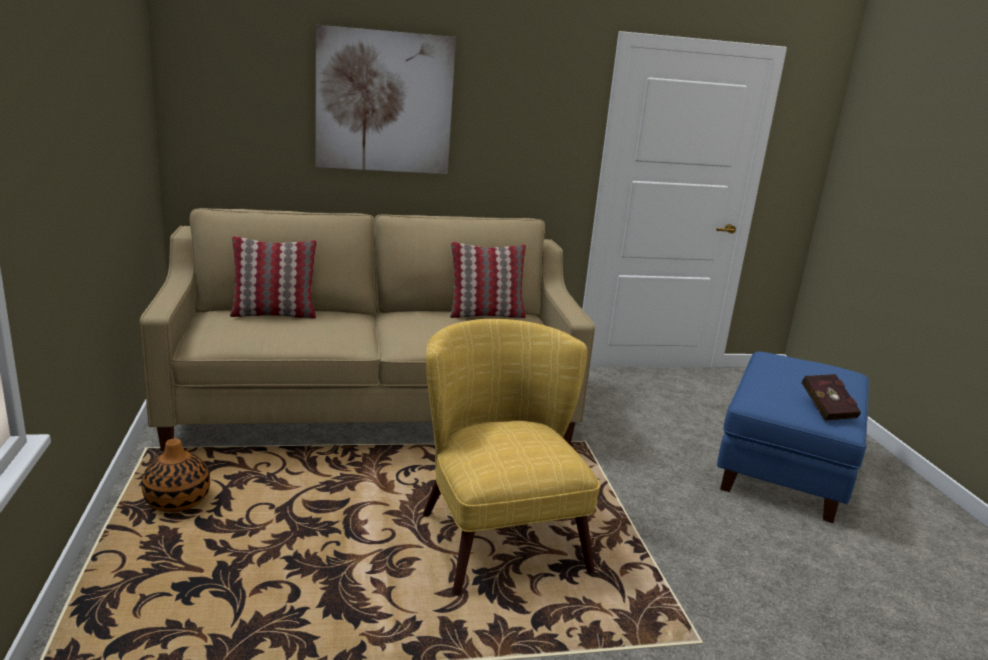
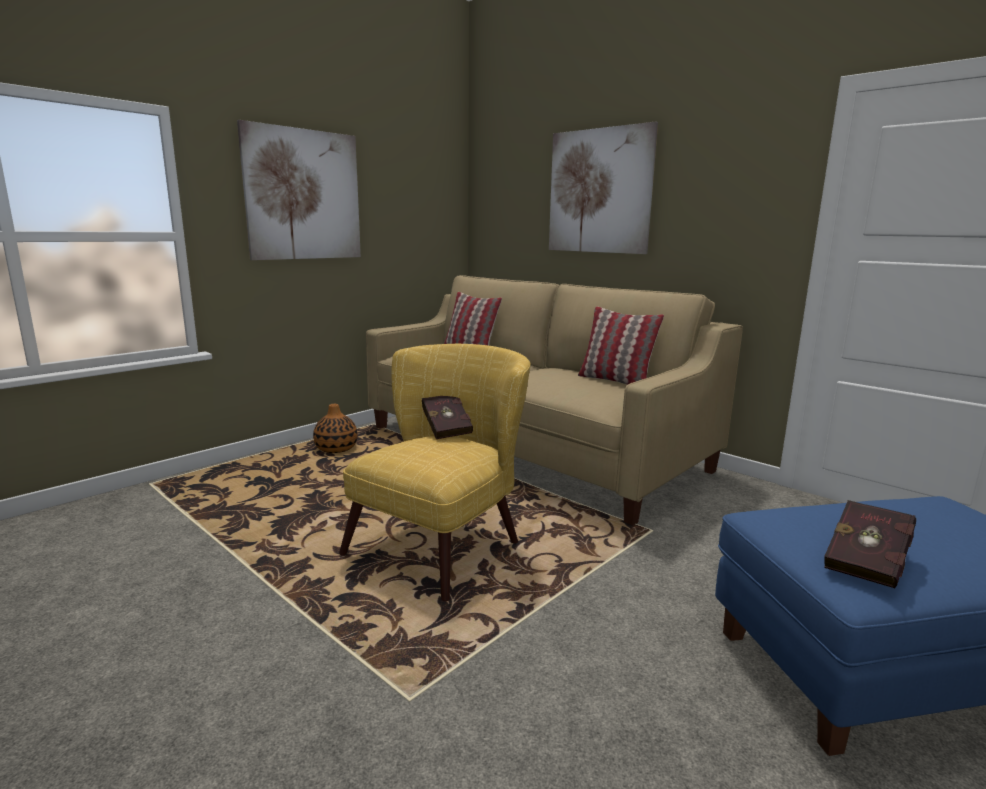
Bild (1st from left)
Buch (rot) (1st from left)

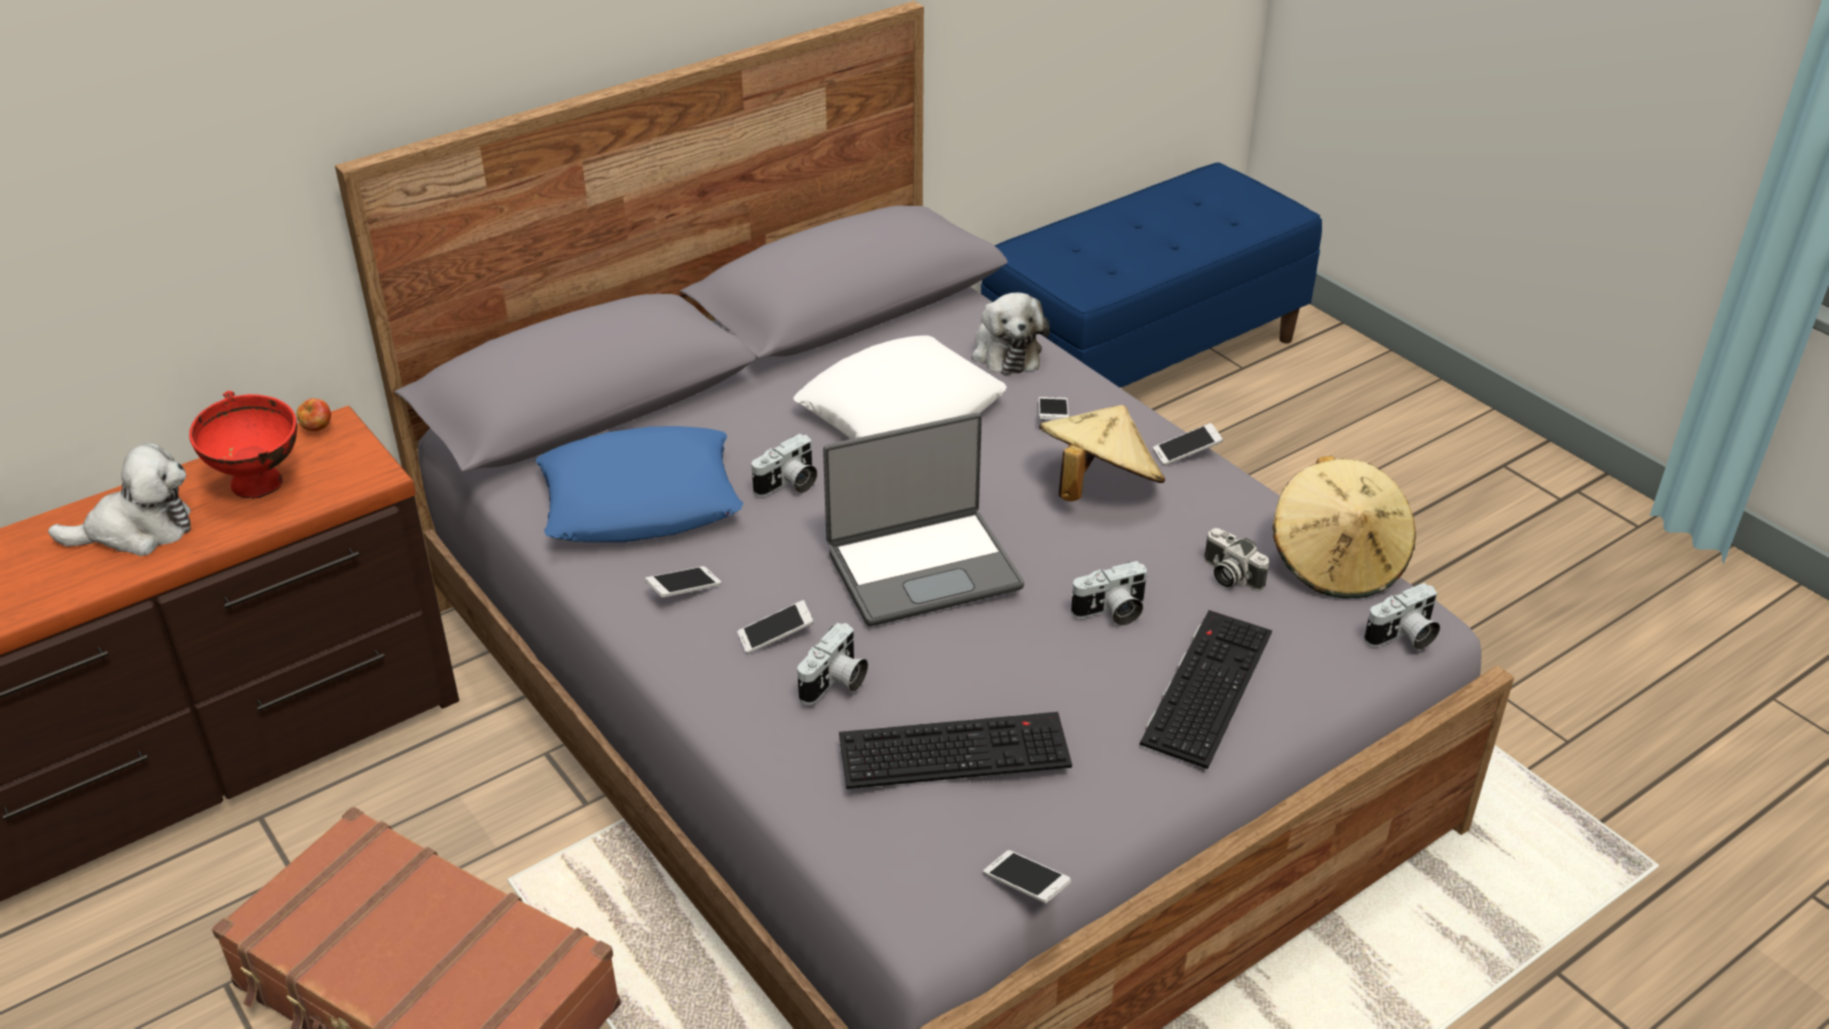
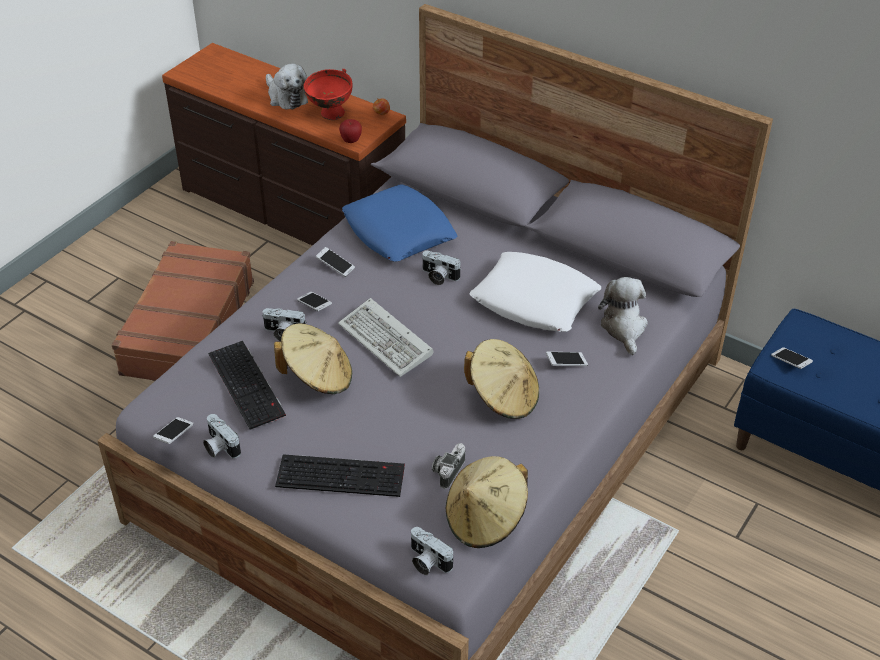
Hut (beige) (1st from left)
Apfel (1st from left)
Kamera (1st from left)
Handy (5th from left)
Tastatur (3rd from left)
Plüschtier (2nd from left)

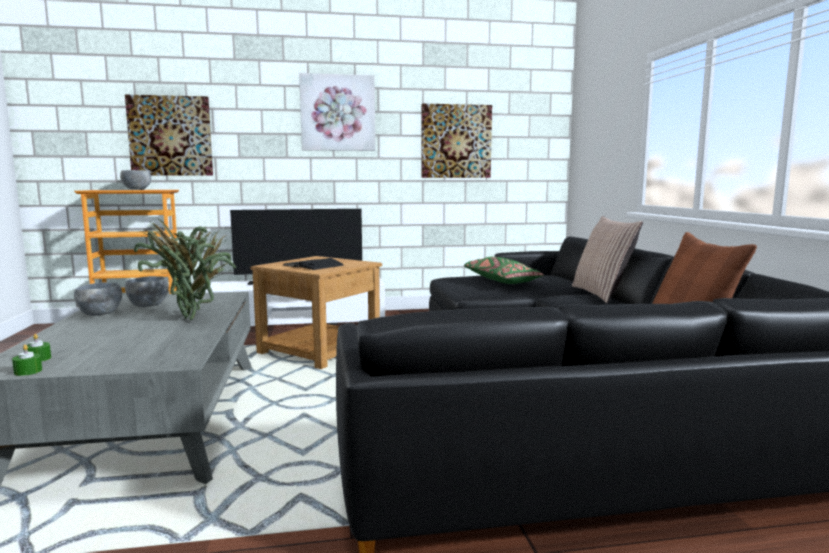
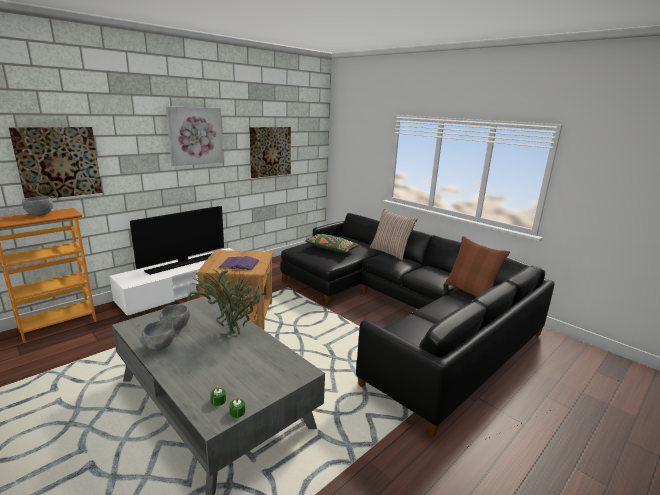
Buch (lila)

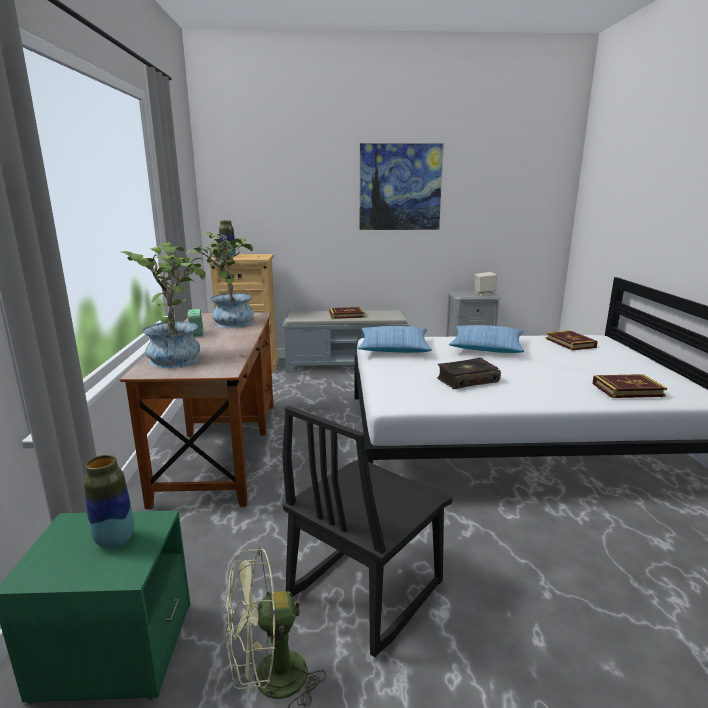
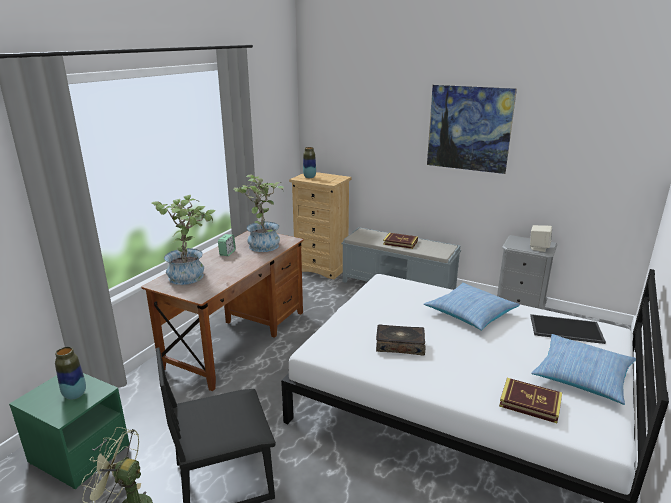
Kissen (2nd from left)
Tablett

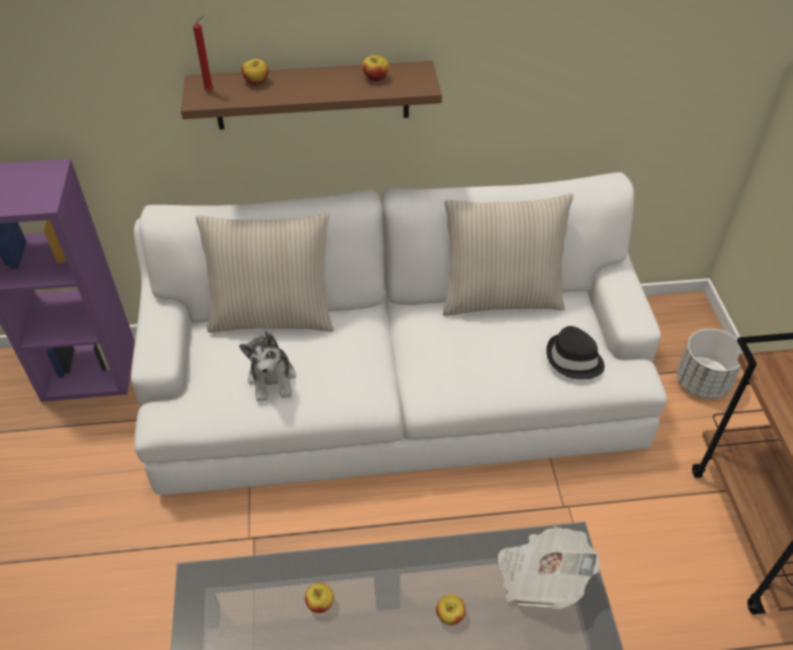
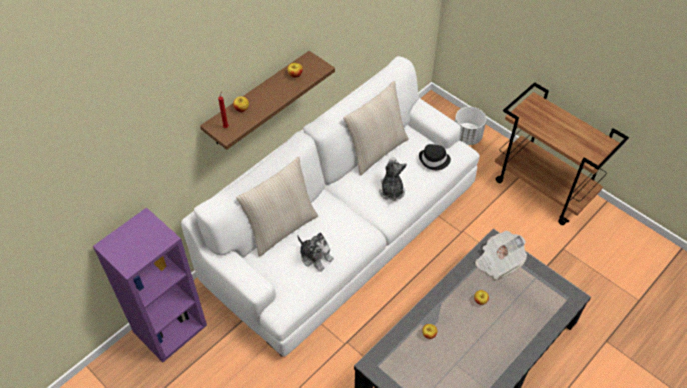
Plüschtier (2nd from left)

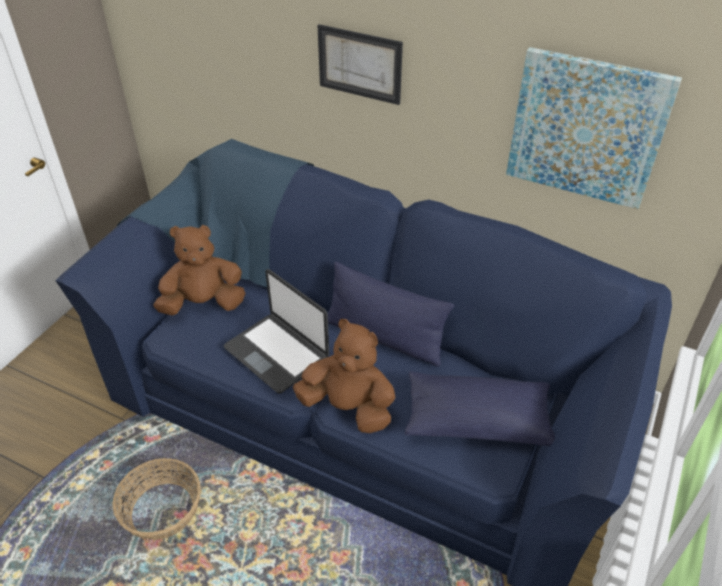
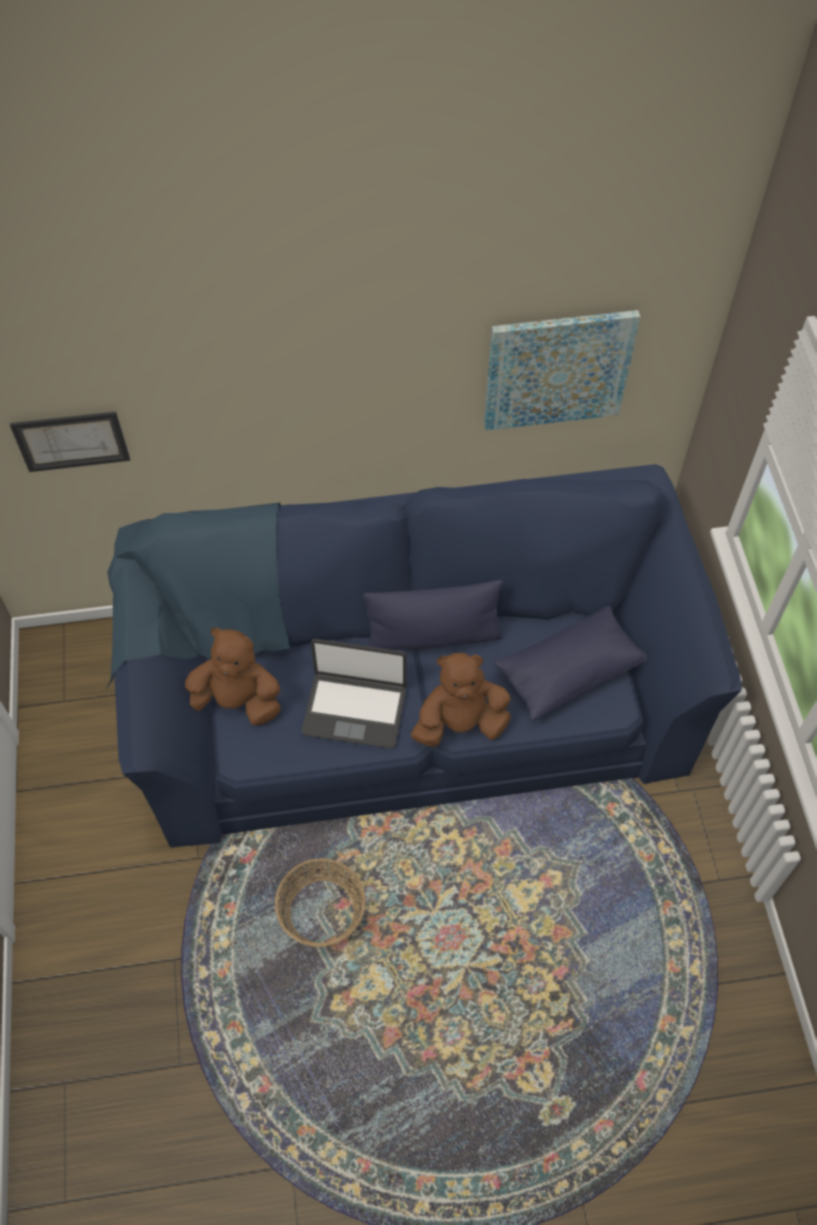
Bild (1st from left)
Plüschtier (braun) (1st from left)

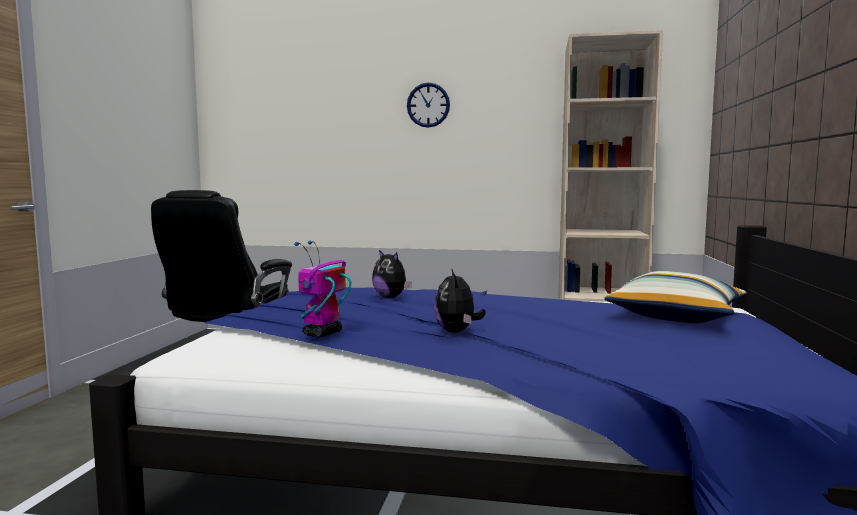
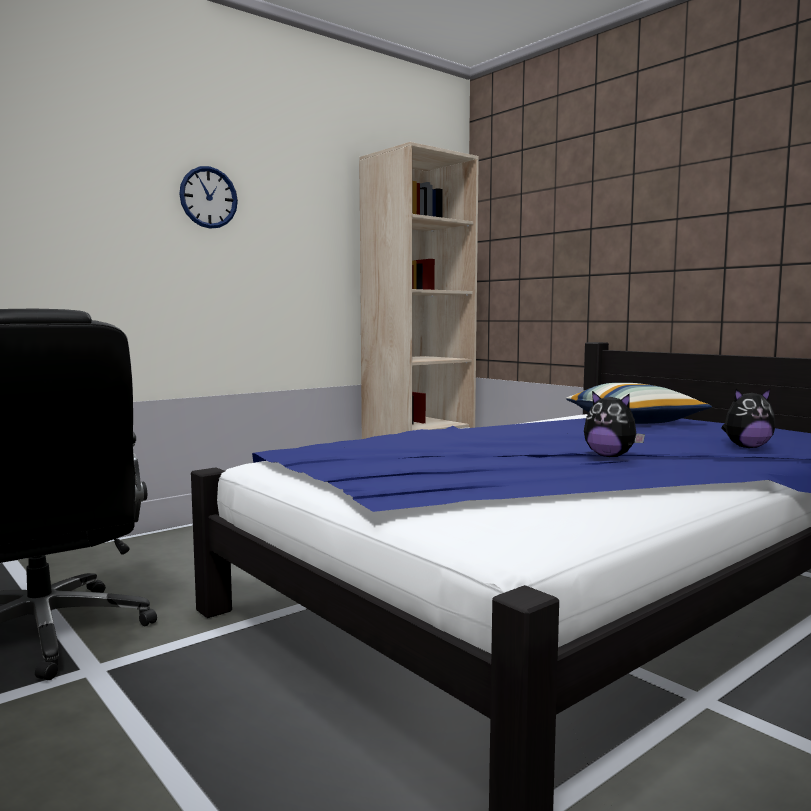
Spielzeugroboter
Plüschtier (2nd from left)

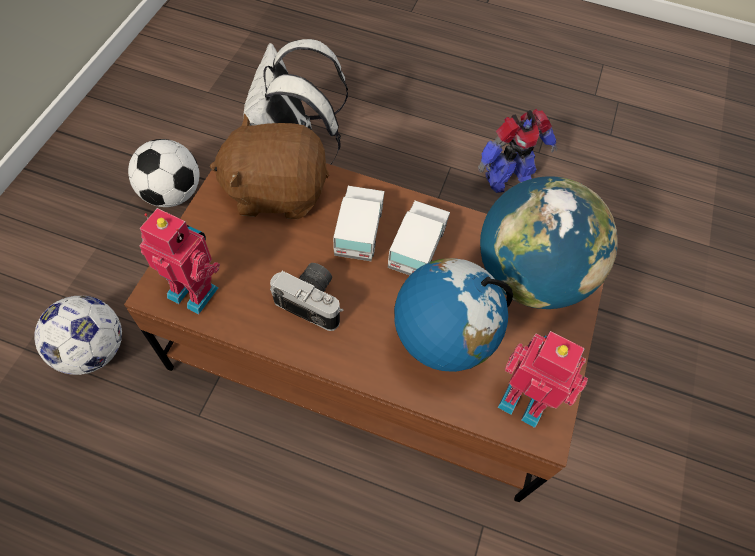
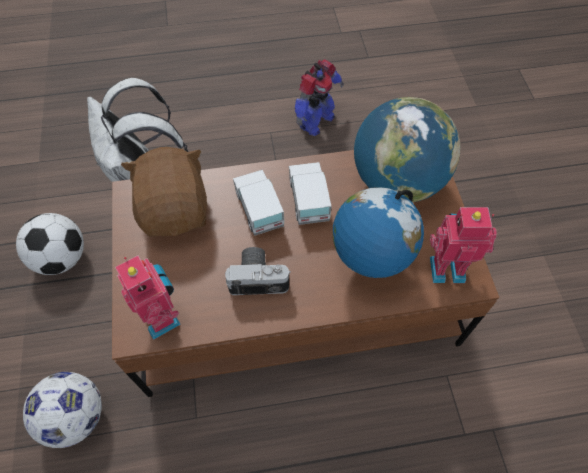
Spielzeugroboter (1st from left)
Plüschtier (braun)

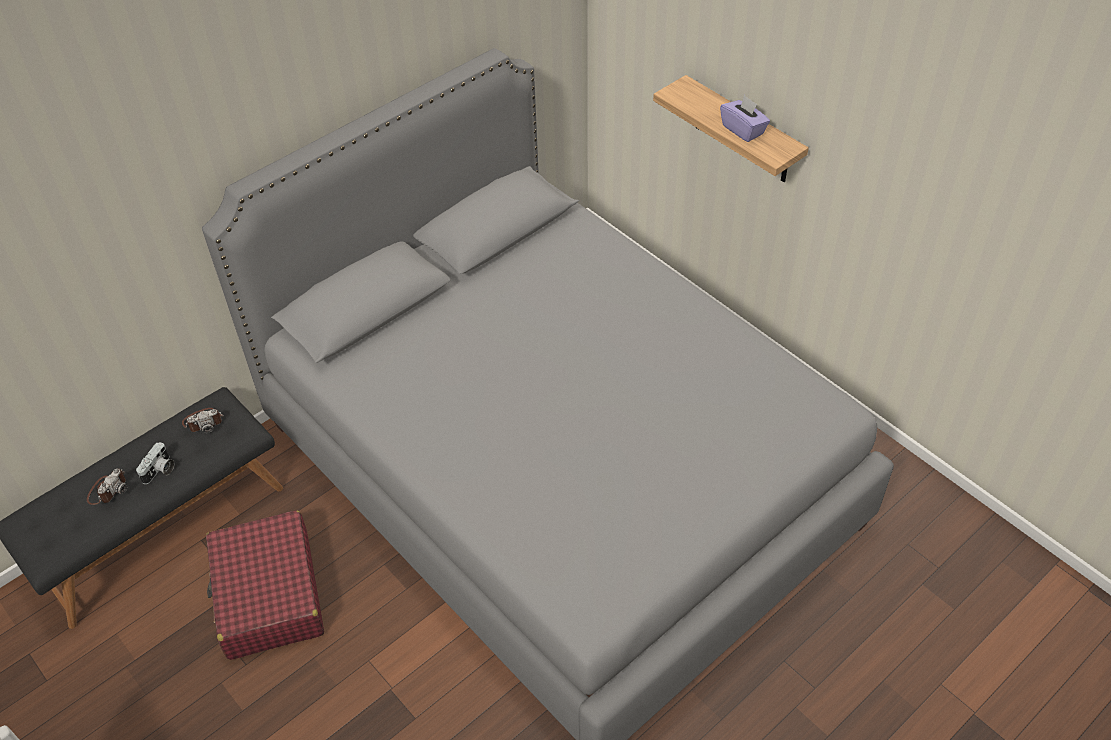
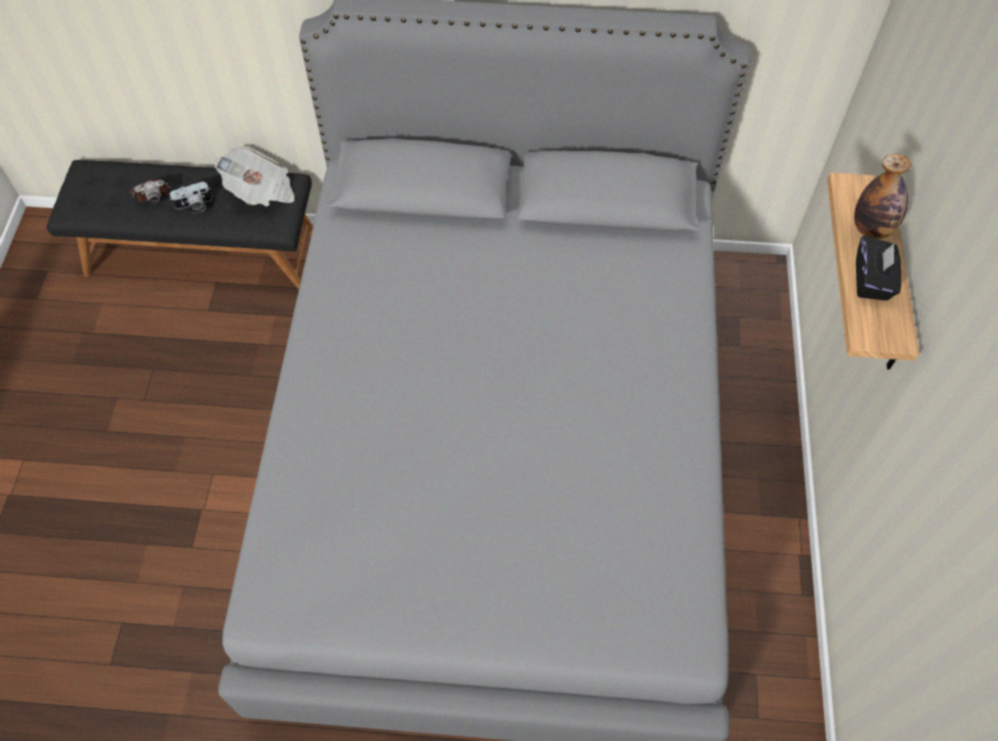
Koffer (rot)
Flasche
Zeitung
Taschentuchbox (schwarz)

